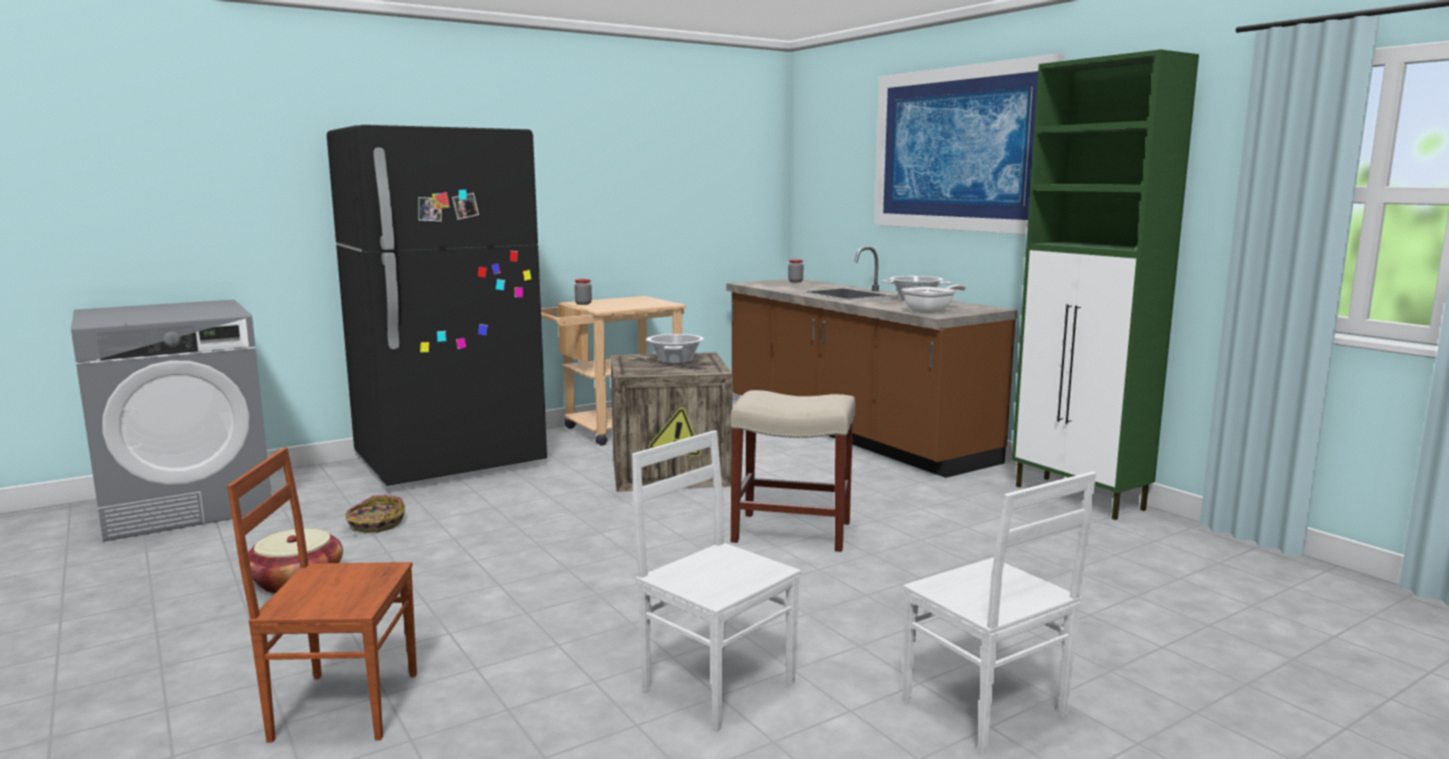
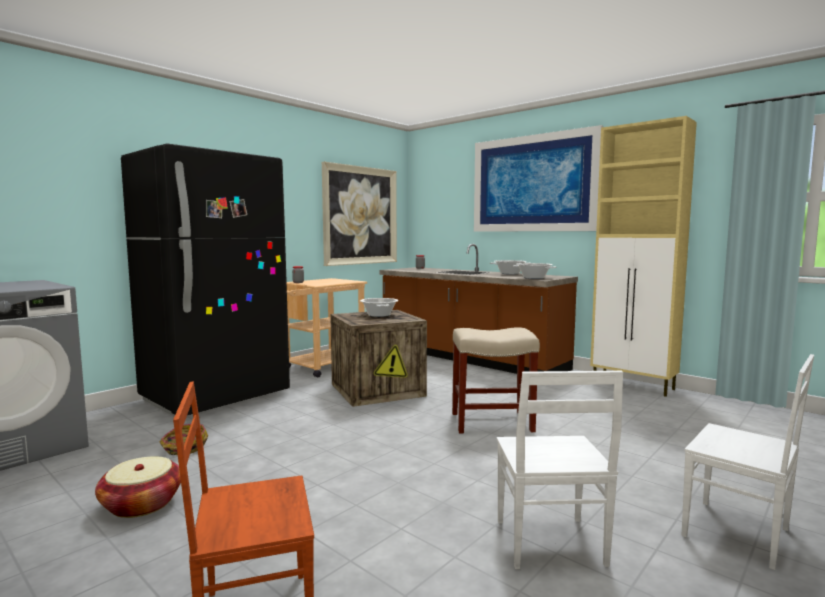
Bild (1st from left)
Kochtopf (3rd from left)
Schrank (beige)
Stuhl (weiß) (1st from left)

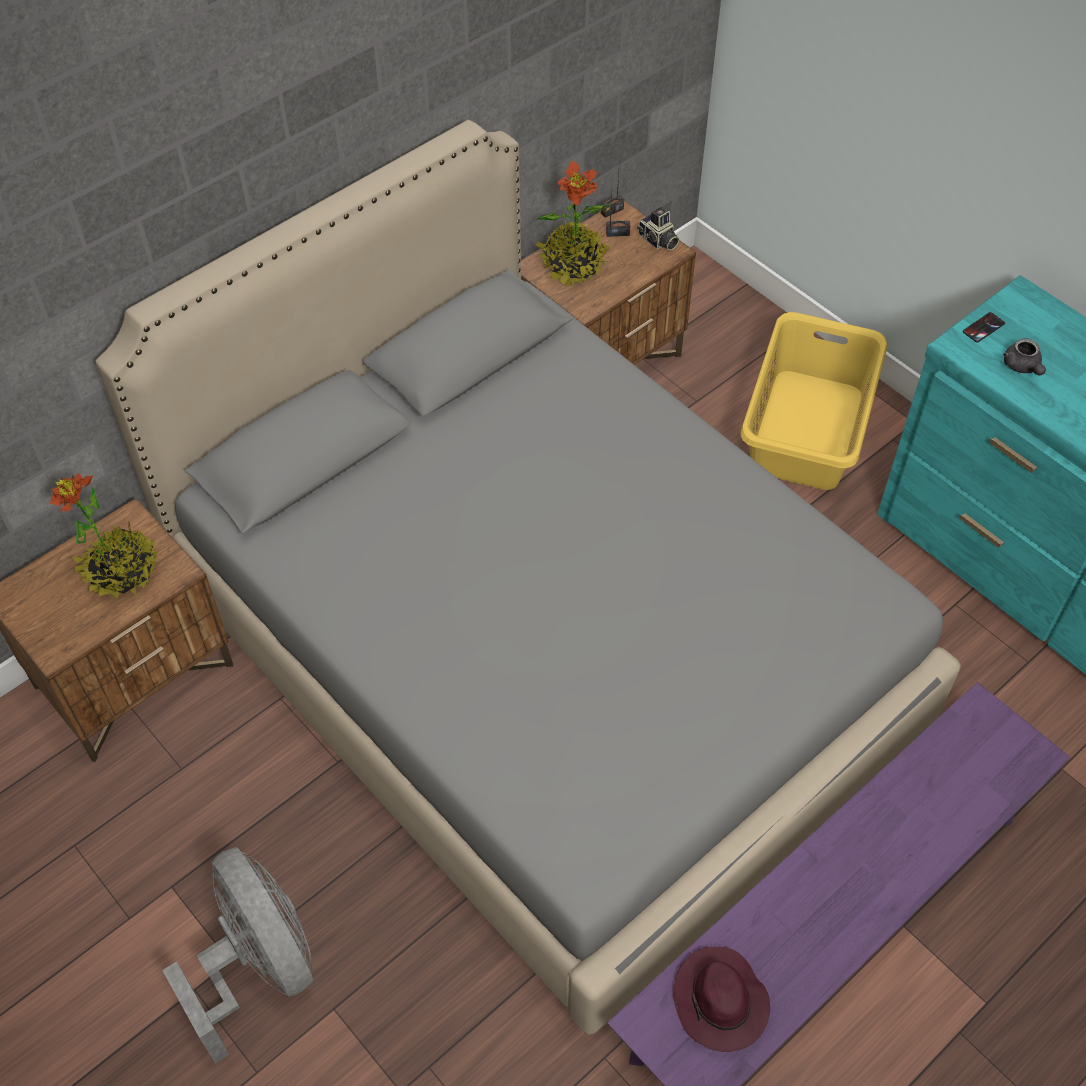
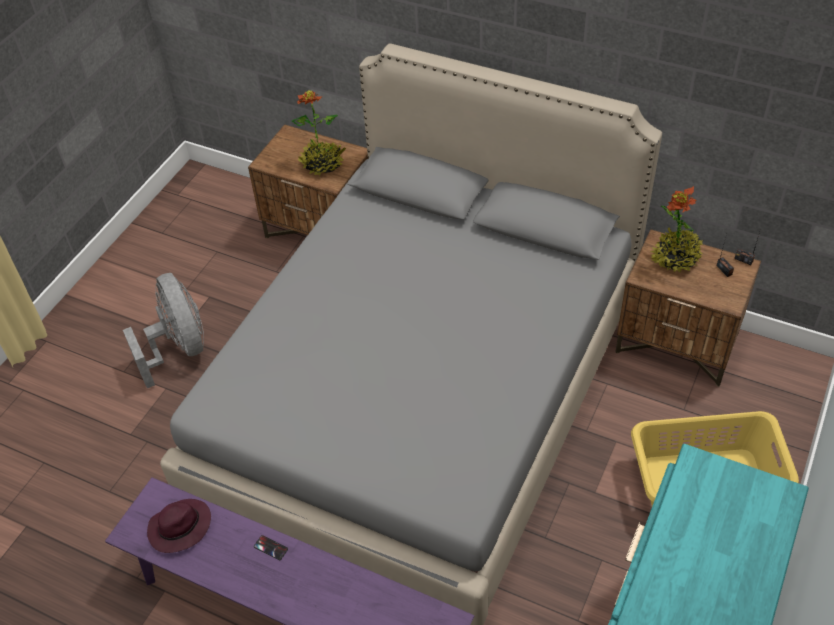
Kamera
Teekanne (grau)
Handy
Ventilator (grau)

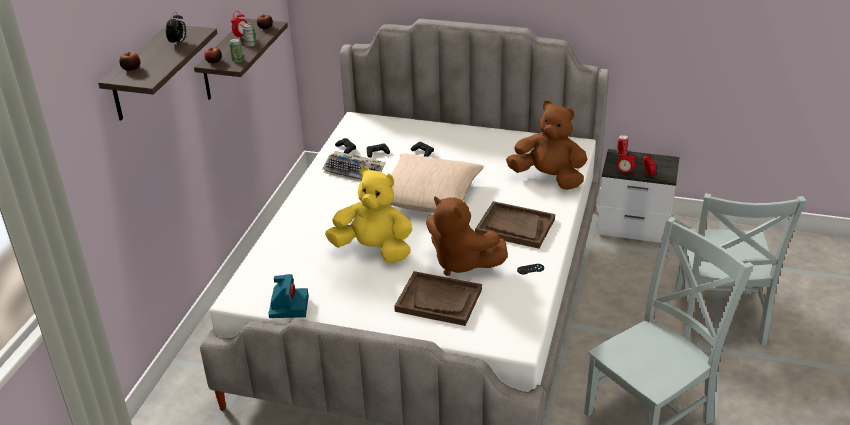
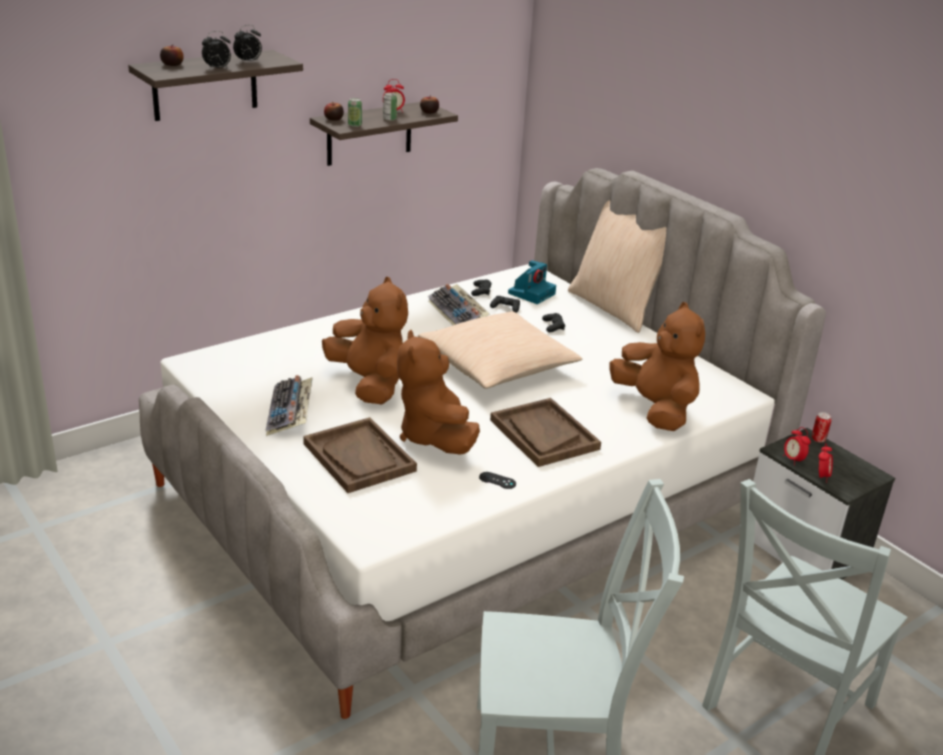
Wecker (1st from left)
Tastatur (1st from left)
Kissen (beige) (2nd from left)
Kamera
Plüschtier (braun) (1st from left)

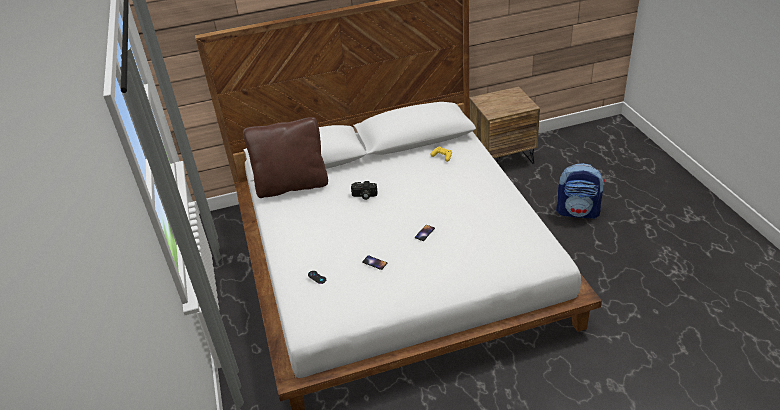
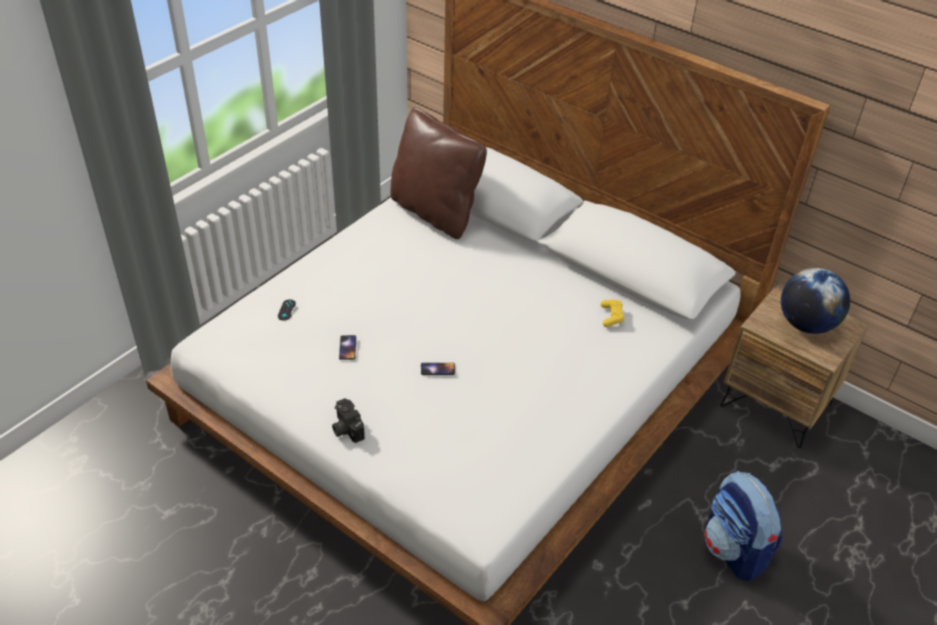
Globus
Kamera

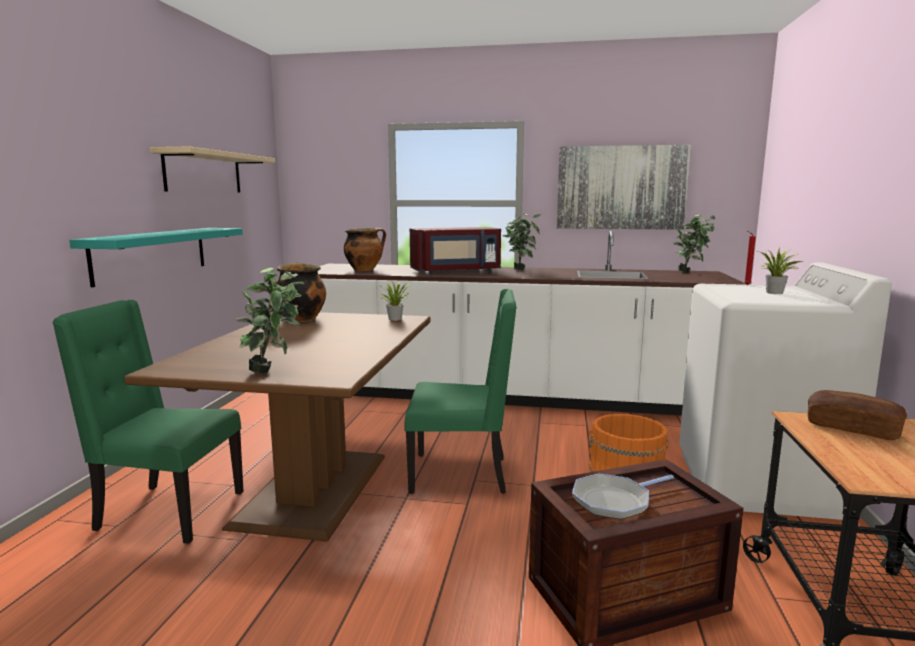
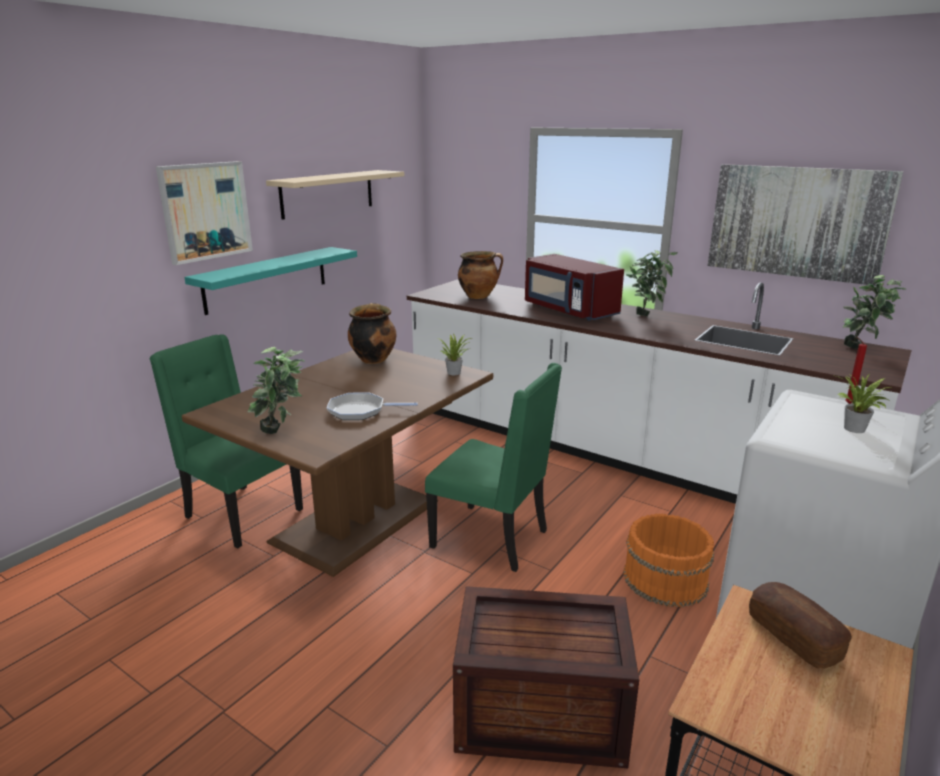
Bild (1st from left)
Pfanne
Mikrowelle (rot)

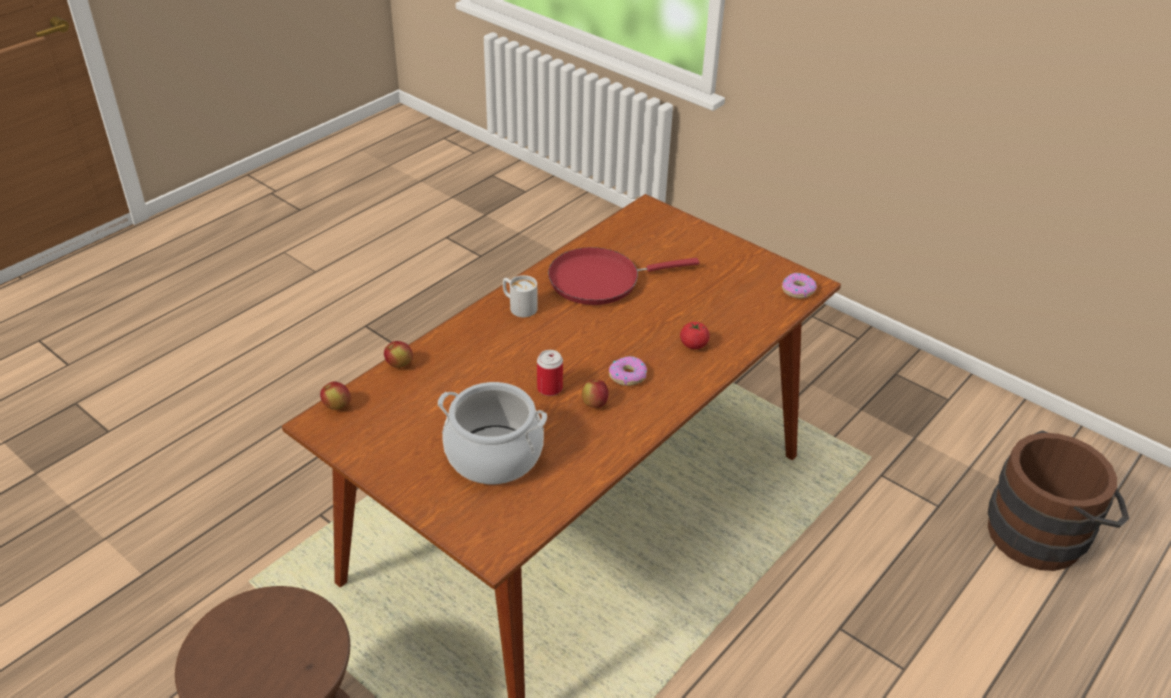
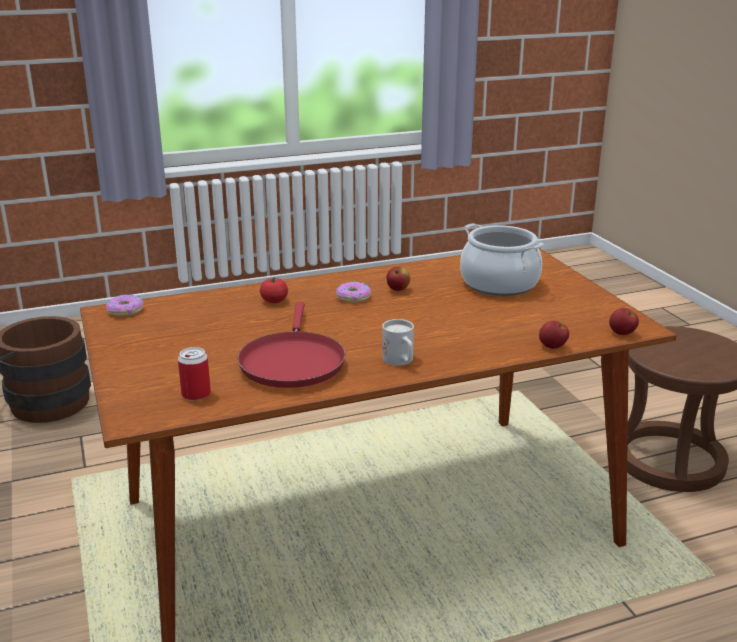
Dose
Pfanne (rot)

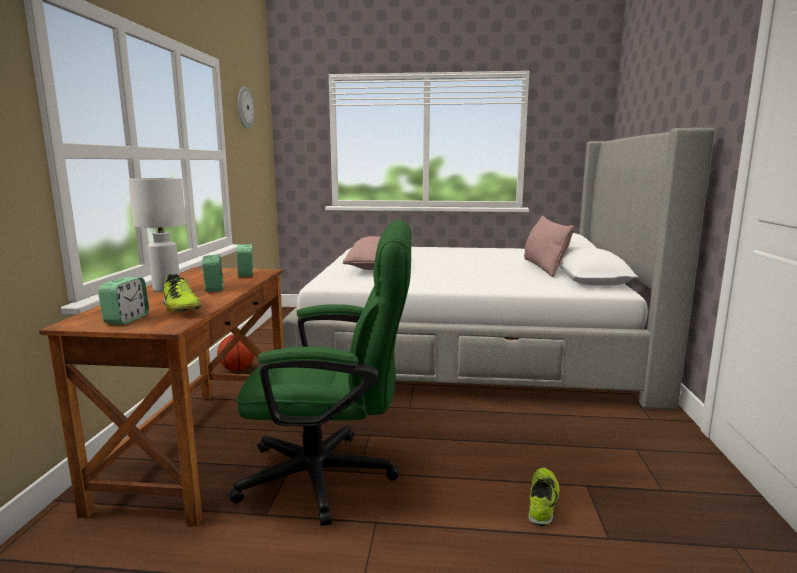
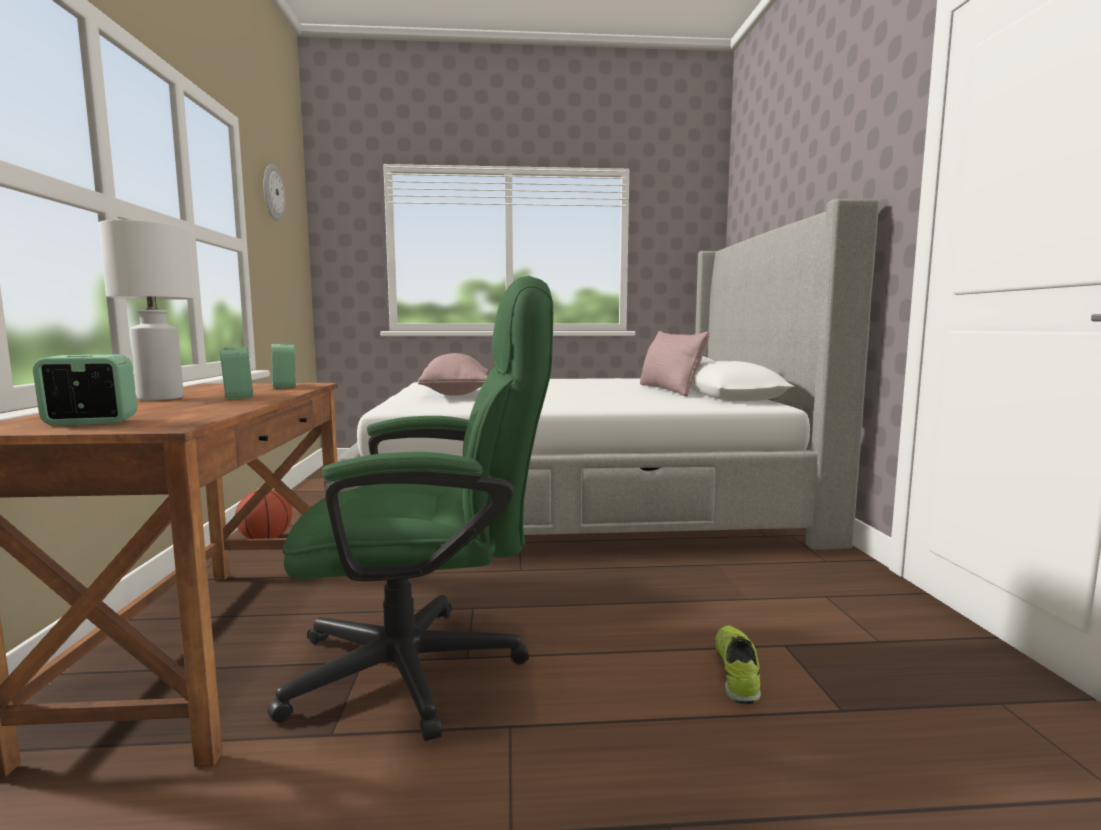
Schuh (1st from left in the first image)
Wecker (1st from left)

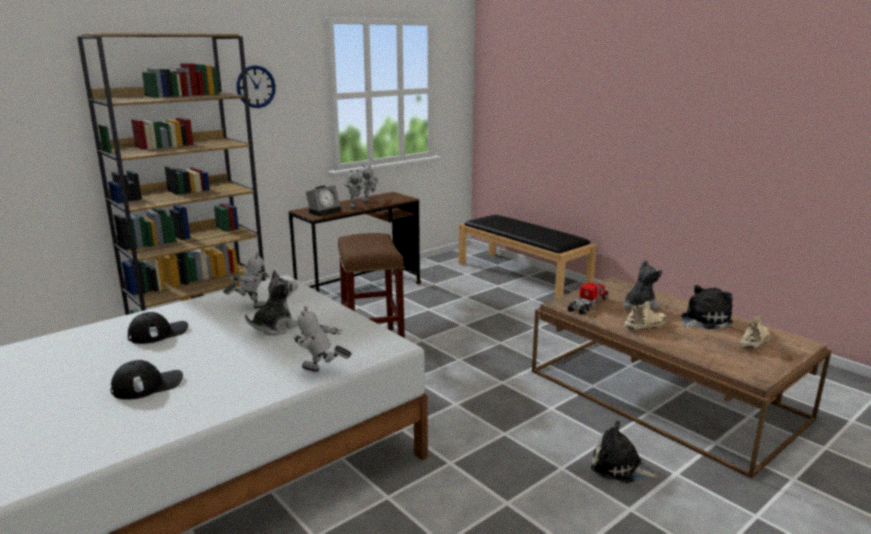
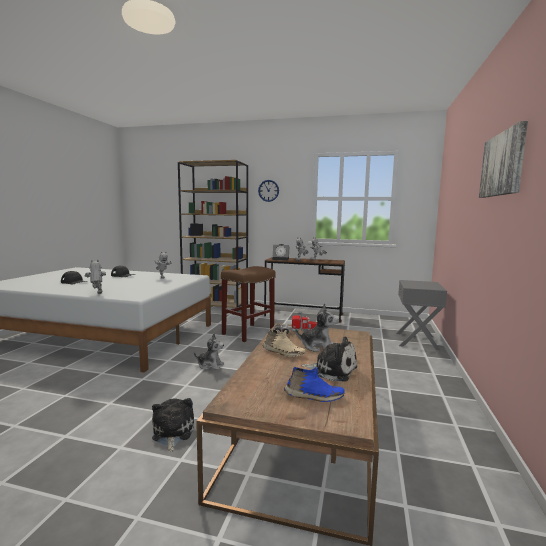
Bild
Plüschtier (2nd from left)
Nachttisch (grau)
Schuh (blau)

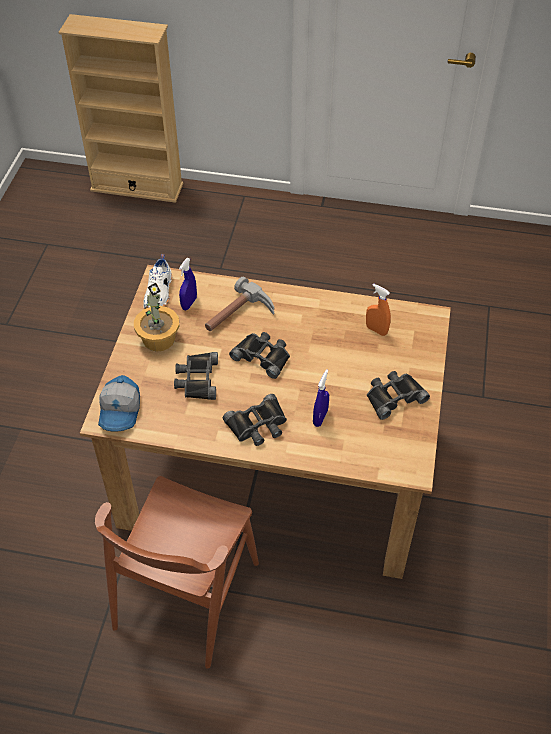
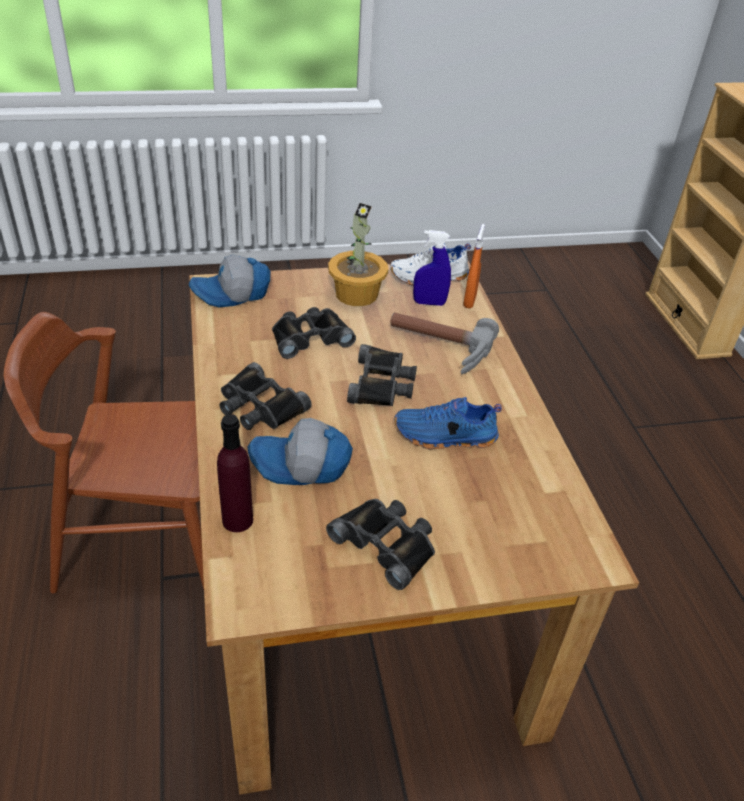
Flasche (lila)
Schuh (blau)
Sprühflasche (orange)
Kappe (2nd from left)

